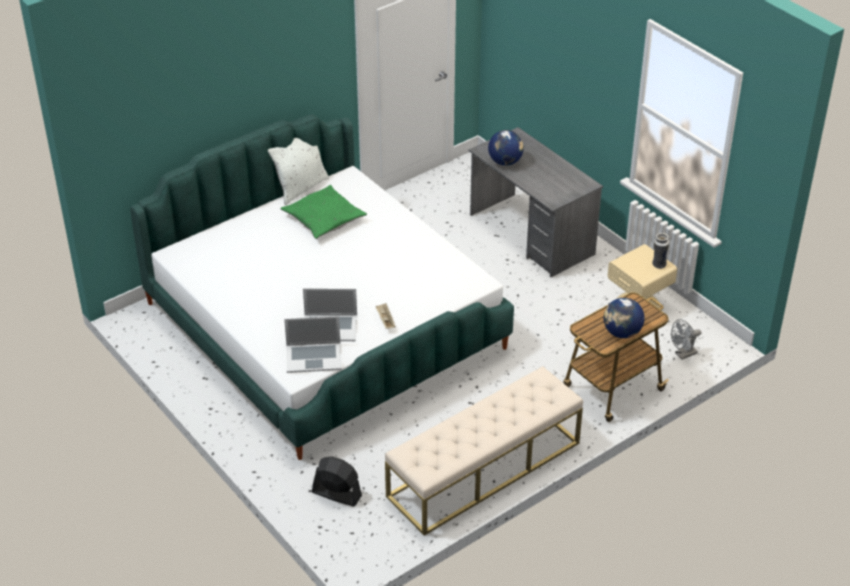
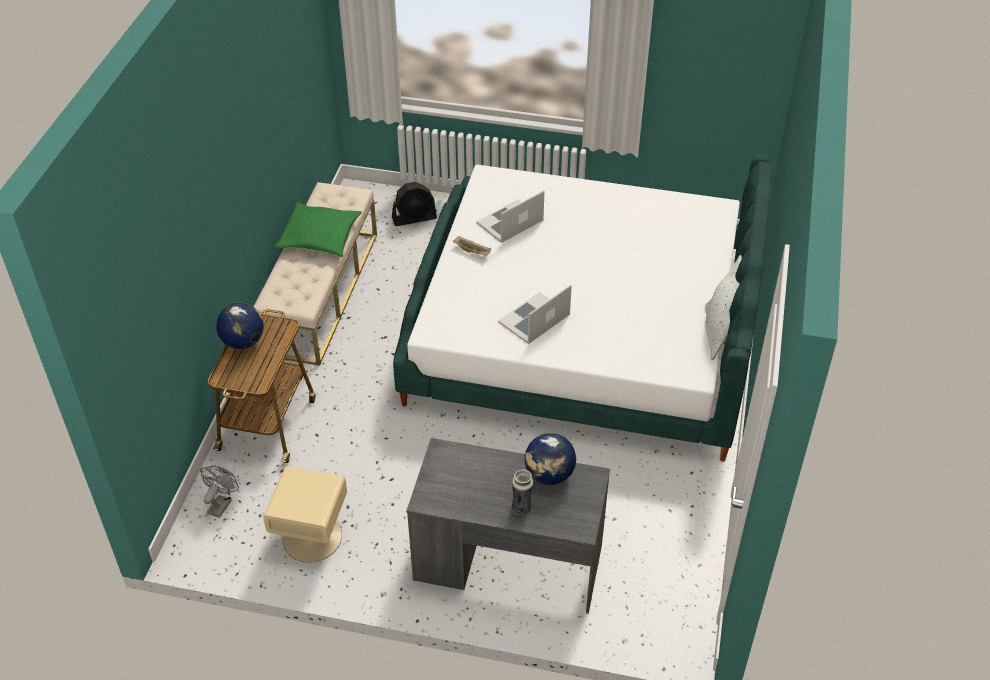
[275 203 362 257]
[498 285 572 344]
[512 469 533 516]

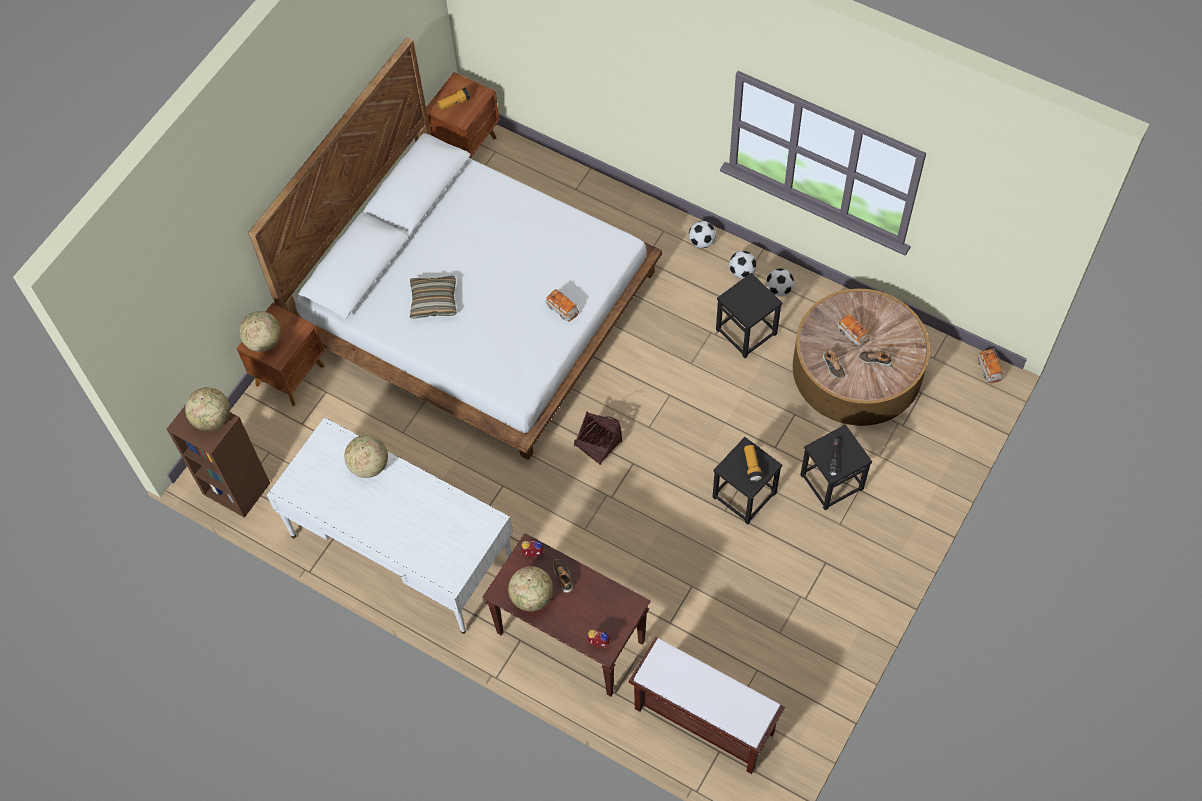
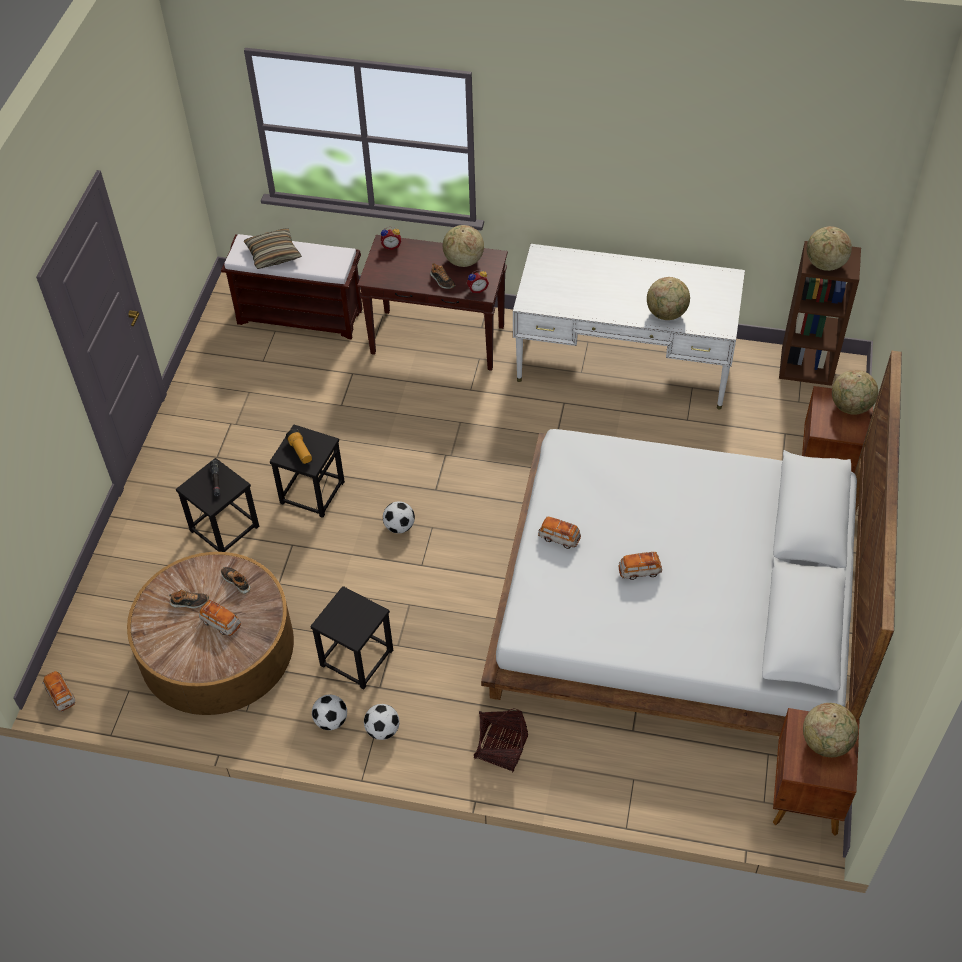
[619 552 662 580]
[244 228 302 269]
[474 708 528 772]
[383 501 415 533]
[803 703 858 757]

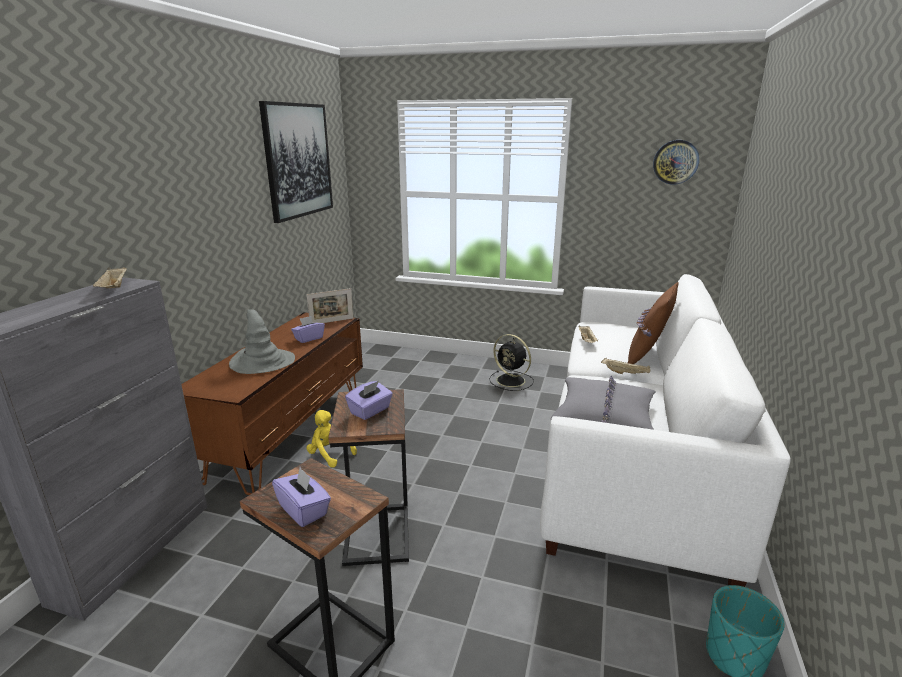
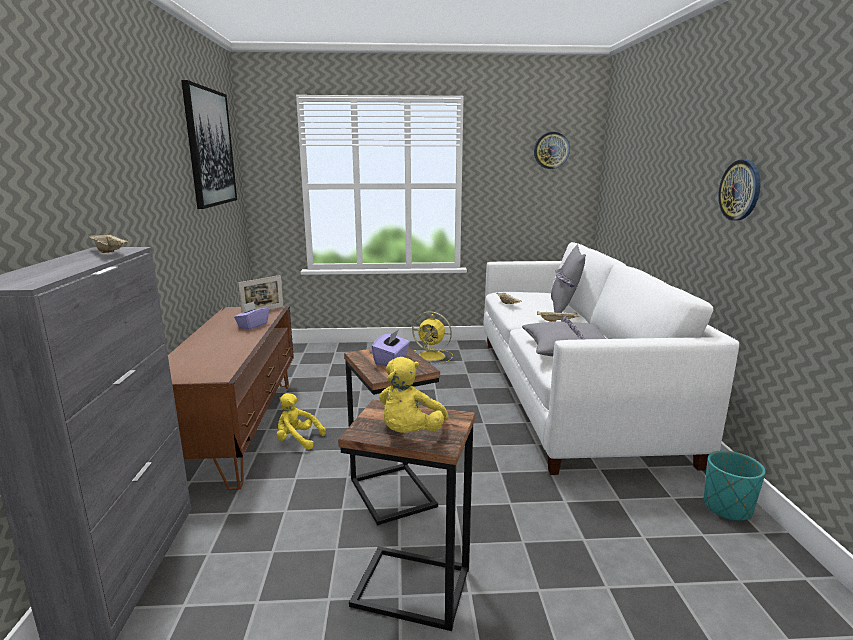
[229 309 295 374] (first image)
[718 160 761 221]
[379 357 449 433]
[412 311 453 364]
[551 244 586 313]

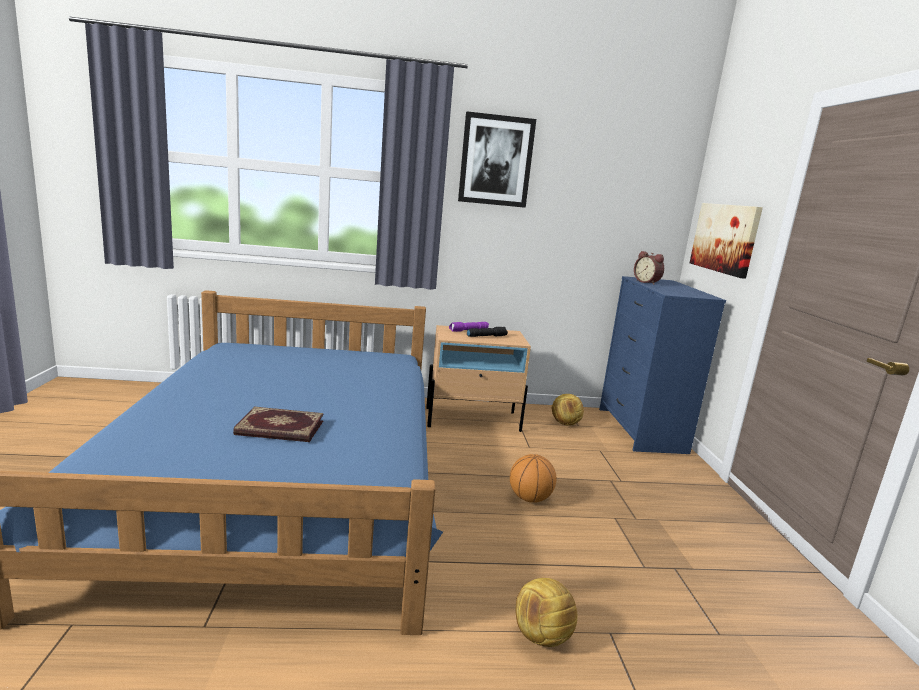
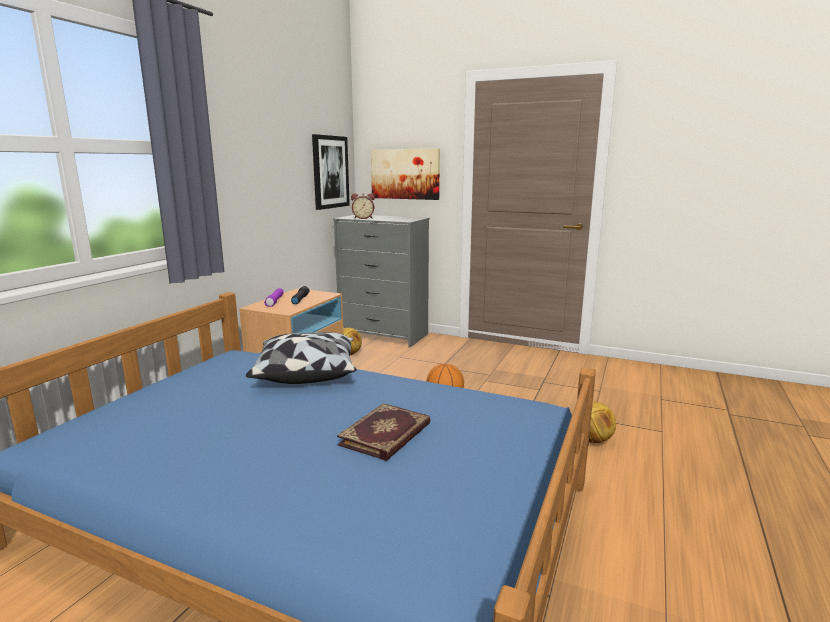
[246 332 356 384]
[312 134 350 210]
[333 215 430 348]

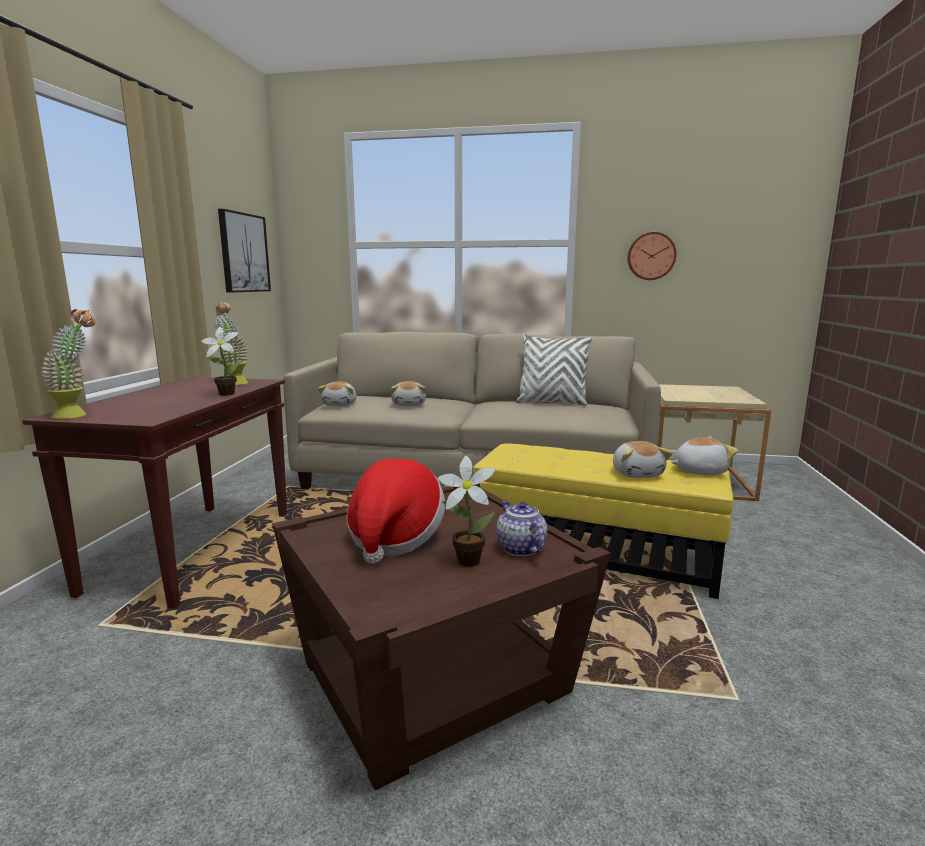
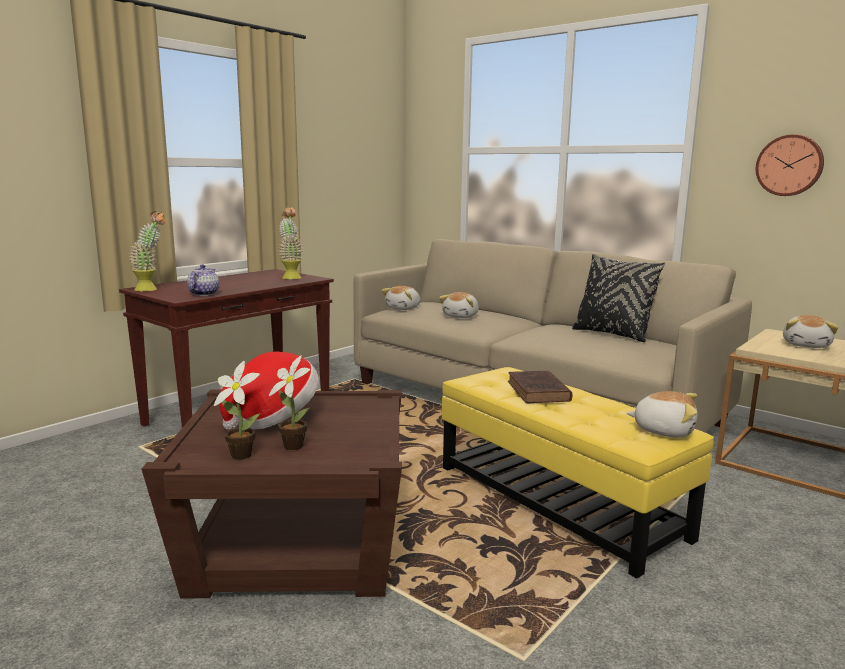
[218 209 271 293] (first image)
[508 371 572 403]
[214 361 260 460]
[187 264 219 296]
[783 315 838 348]
[572 254 665 342]

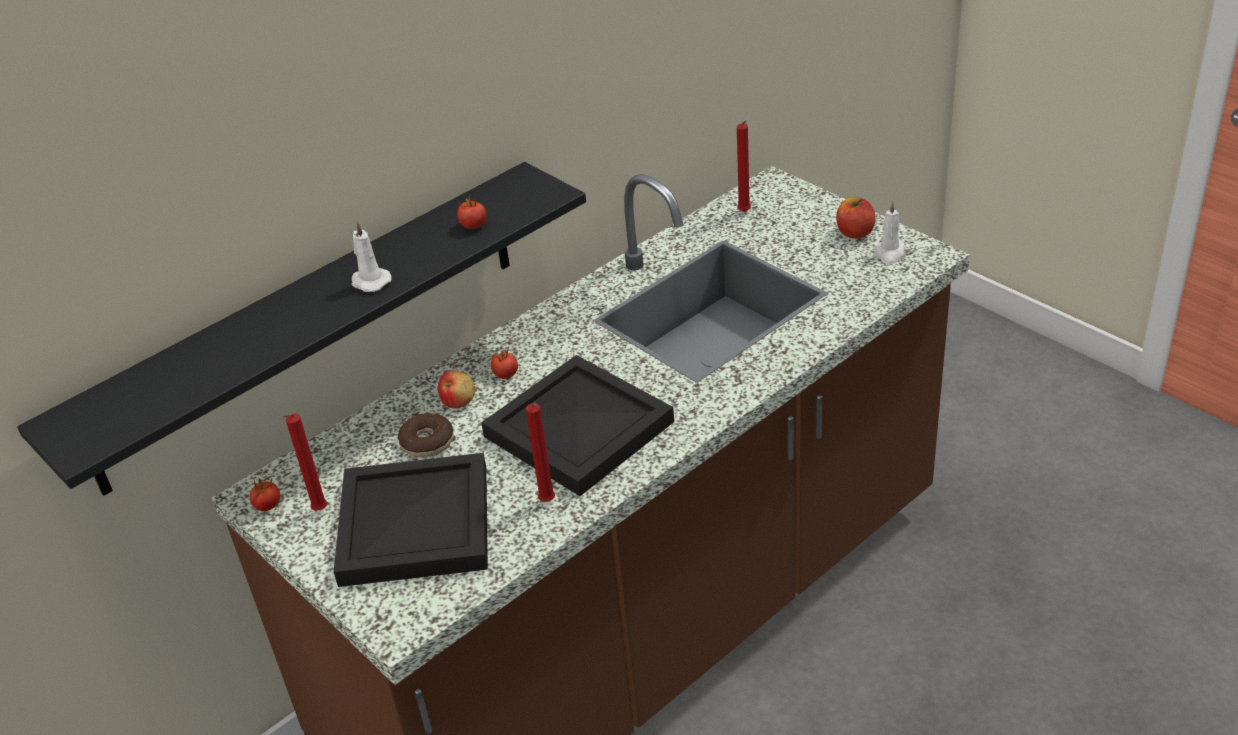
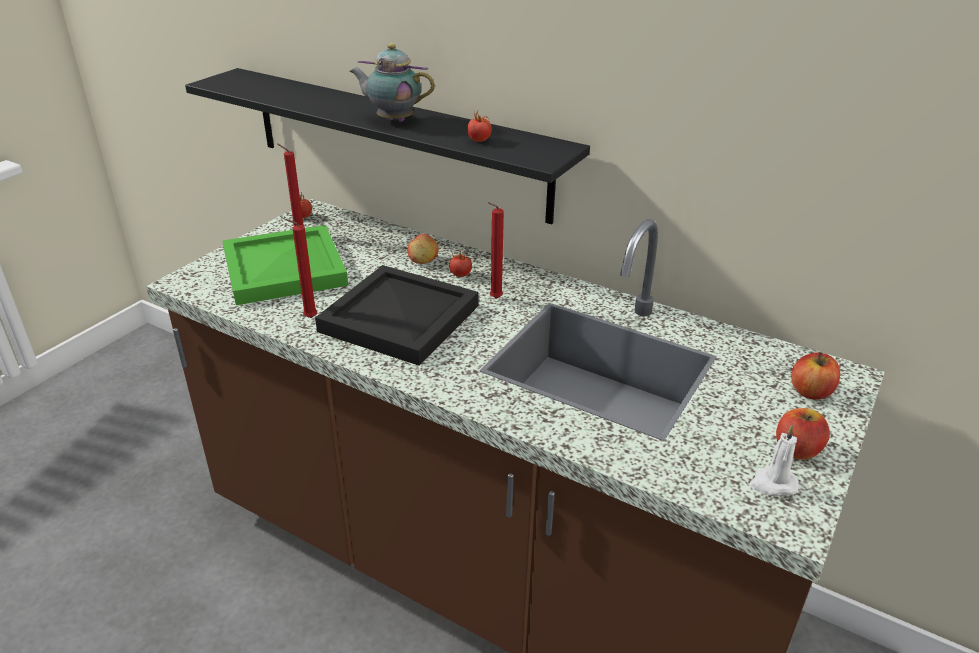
[398 413 454 457] (first image)
[791 352 840 400]
[488 202 504 299]
[350 43 435 122]
[222 225 348 305]

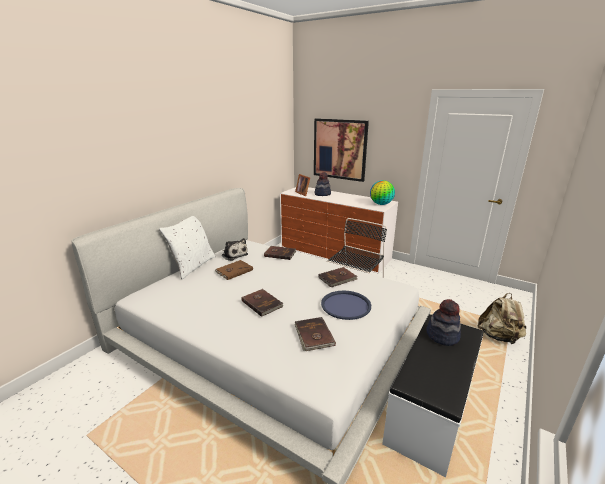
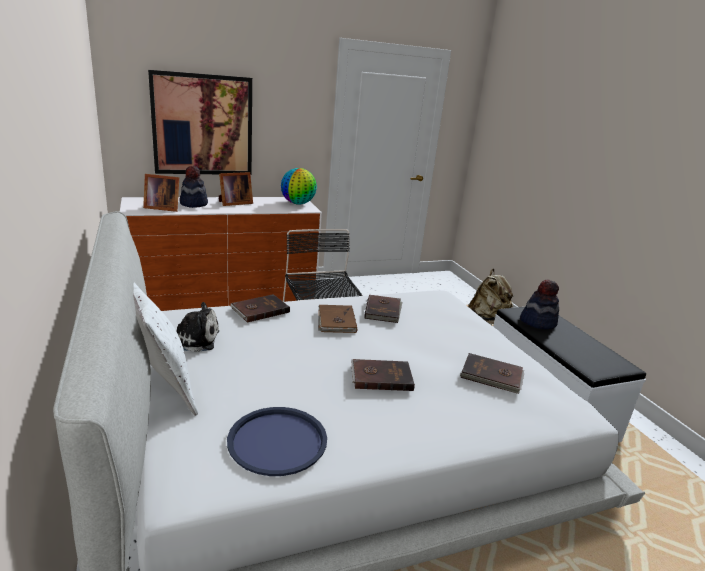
[219 172 253 206]
[318 305 357 333]
[227 407 327 476]

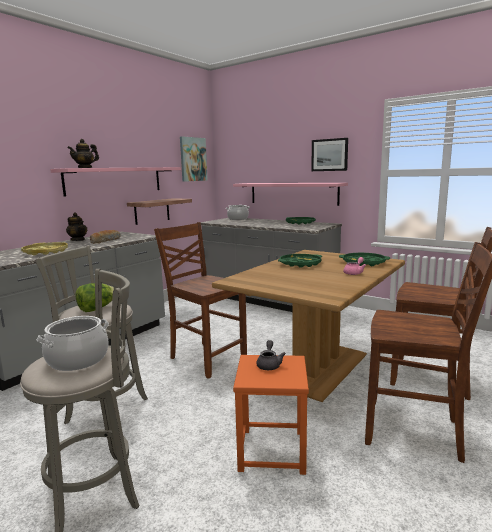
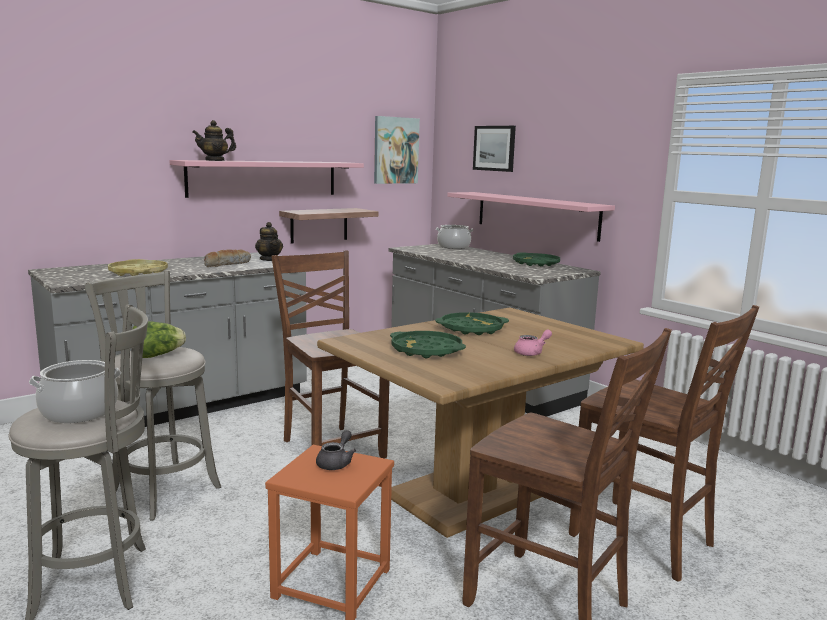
[255 222 283 261]
[473 126 516 172]
[390 331 466 359]

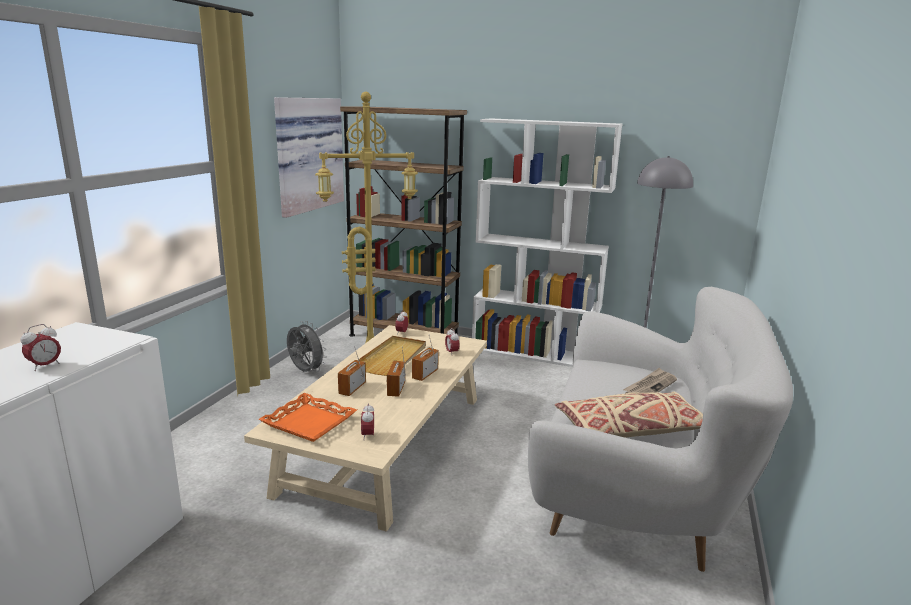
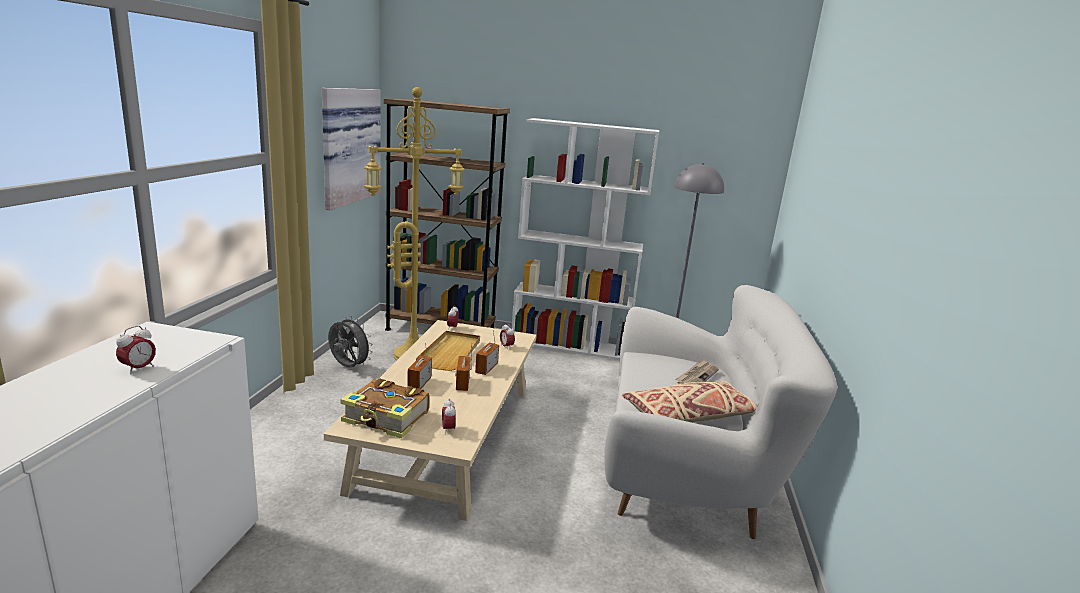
[340 378 430 438]

